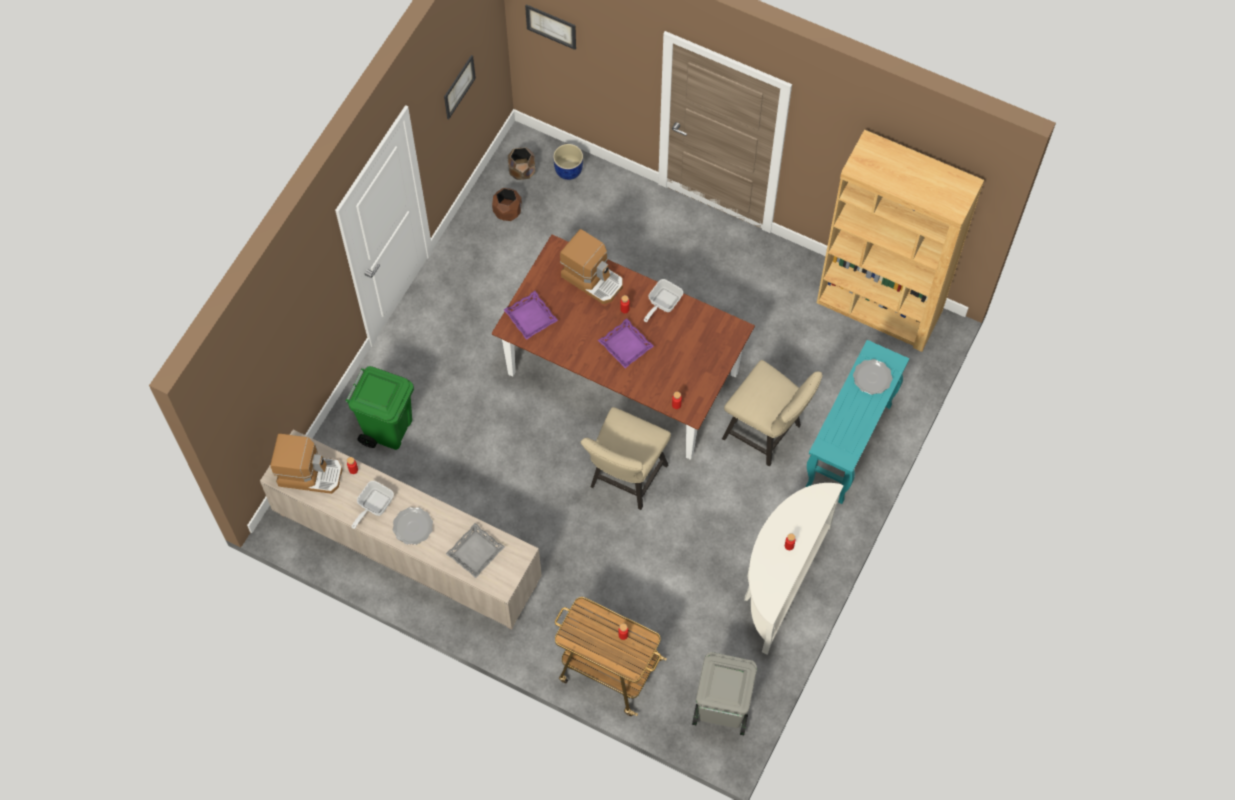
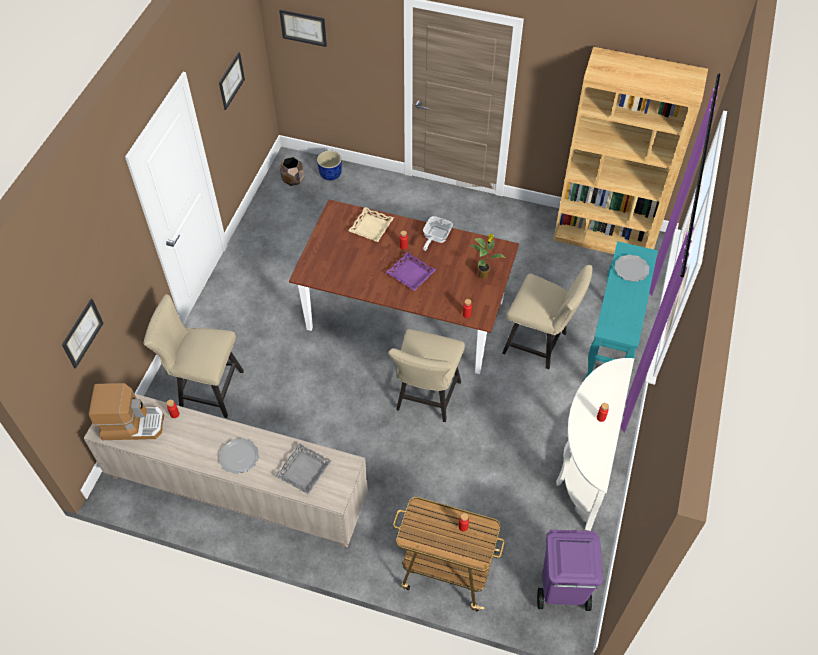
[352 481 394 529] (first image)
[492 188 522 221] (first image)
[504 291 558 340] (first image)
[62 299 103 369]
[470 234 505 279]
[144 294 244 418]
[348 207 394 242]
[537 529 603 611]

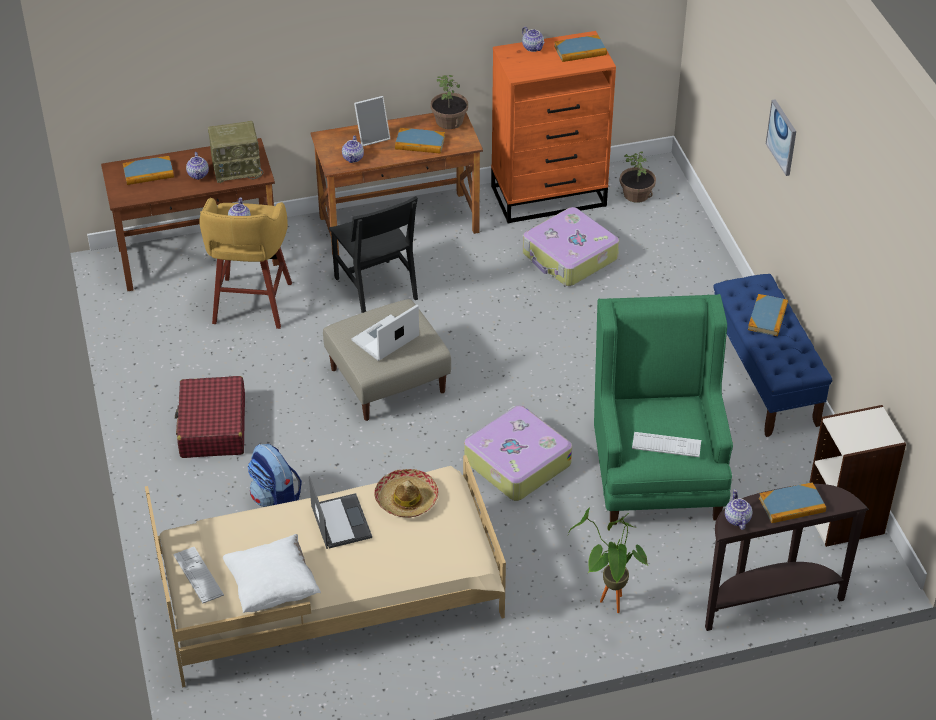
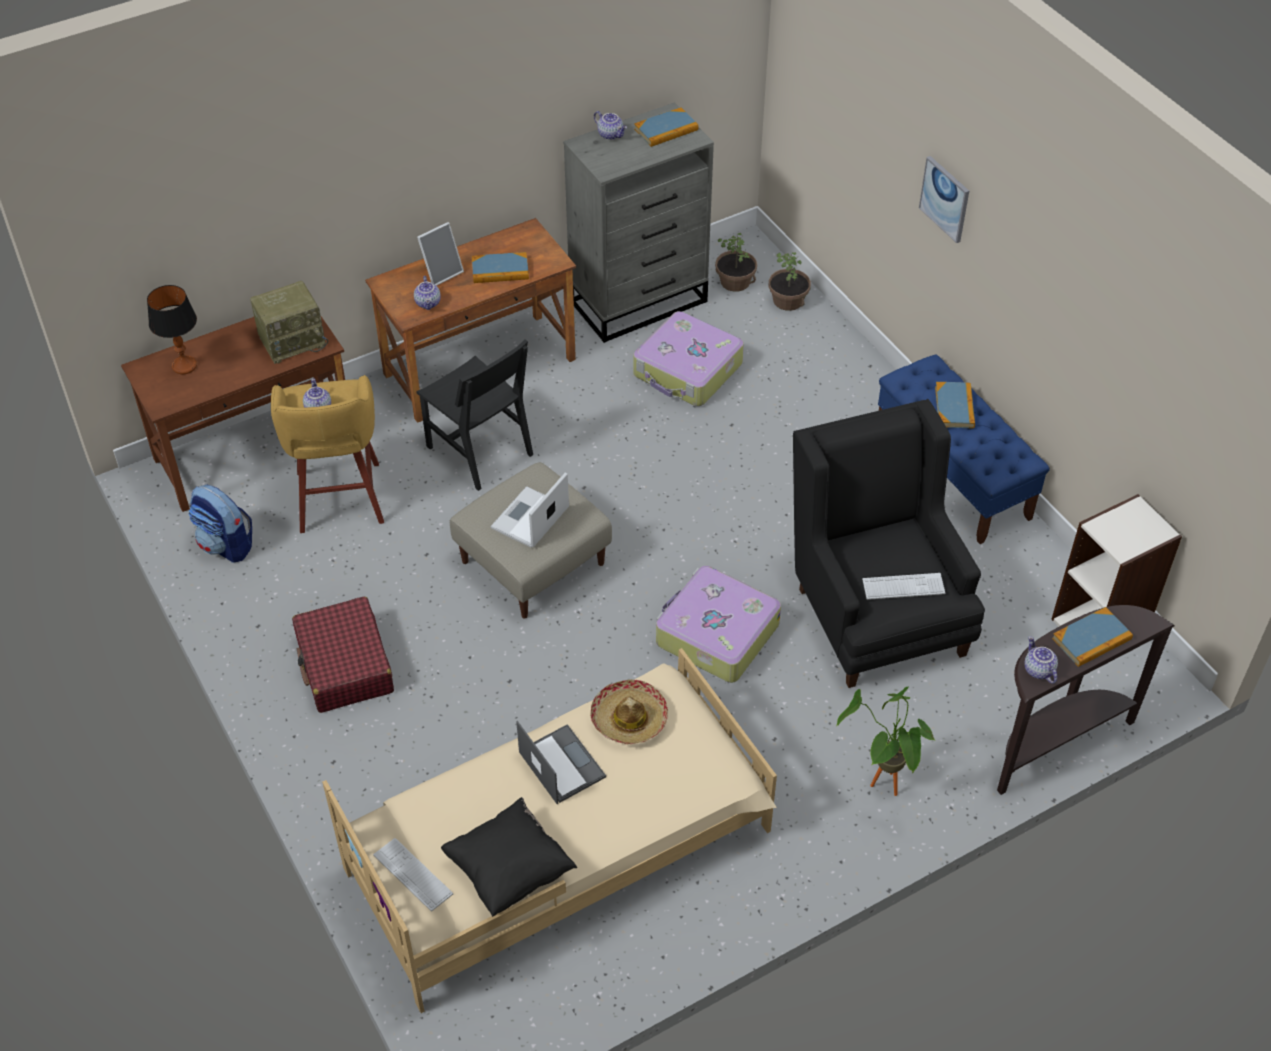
[186 152 209 180] (first image)
[188 484 252 563]
[769 252 811 311]
[147 285 197 374]
[441 797 577 917]
[563 103 714 343]
[793 399 985 688]

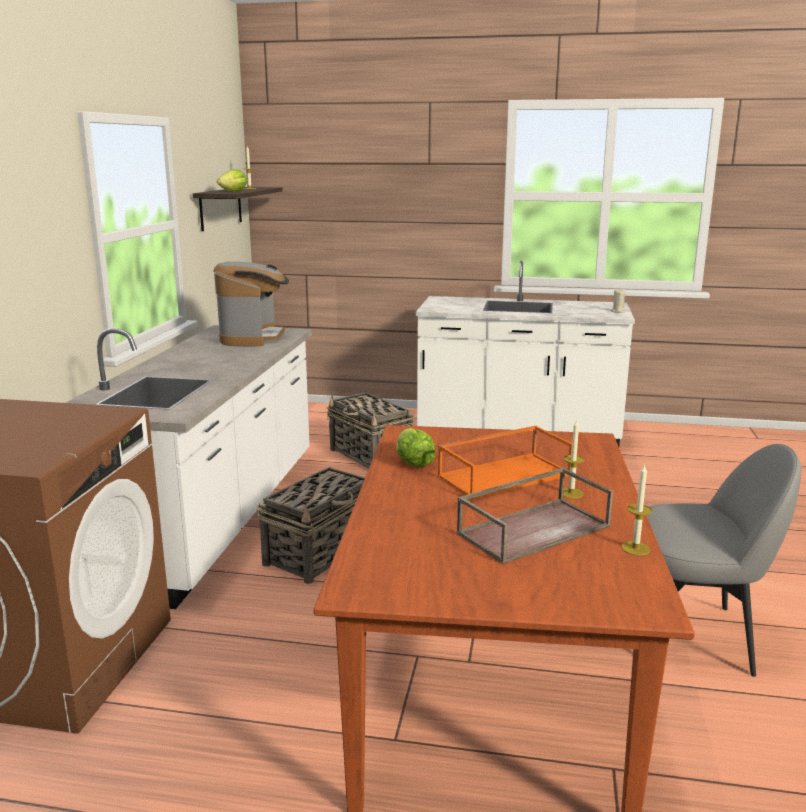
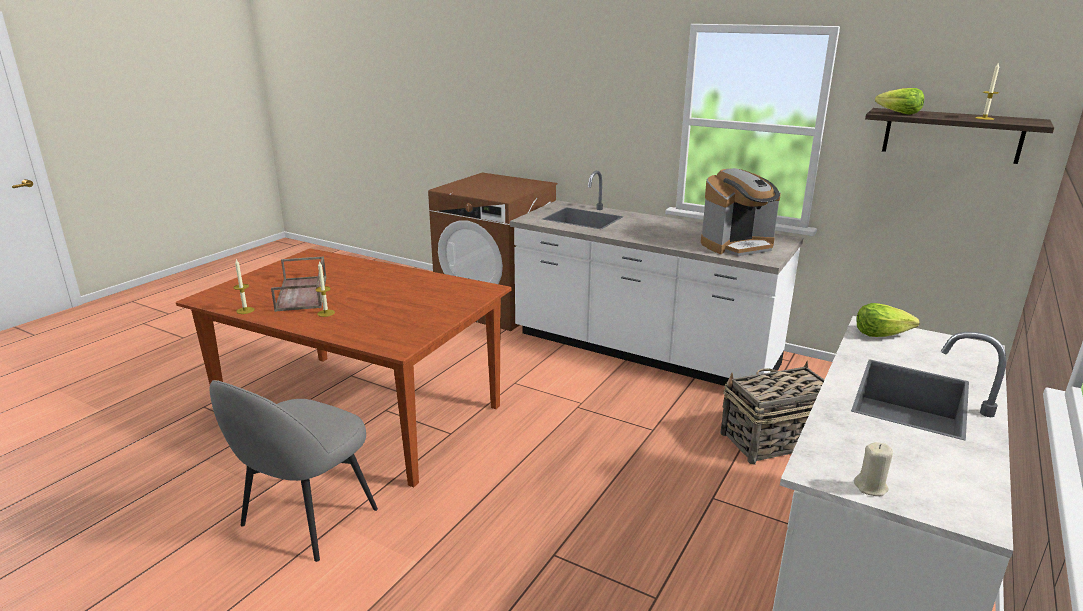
[257 467 365 584] (first image)
[438 426 572 500] (first image)
[856 303 920 337]
[701 168 781 256]

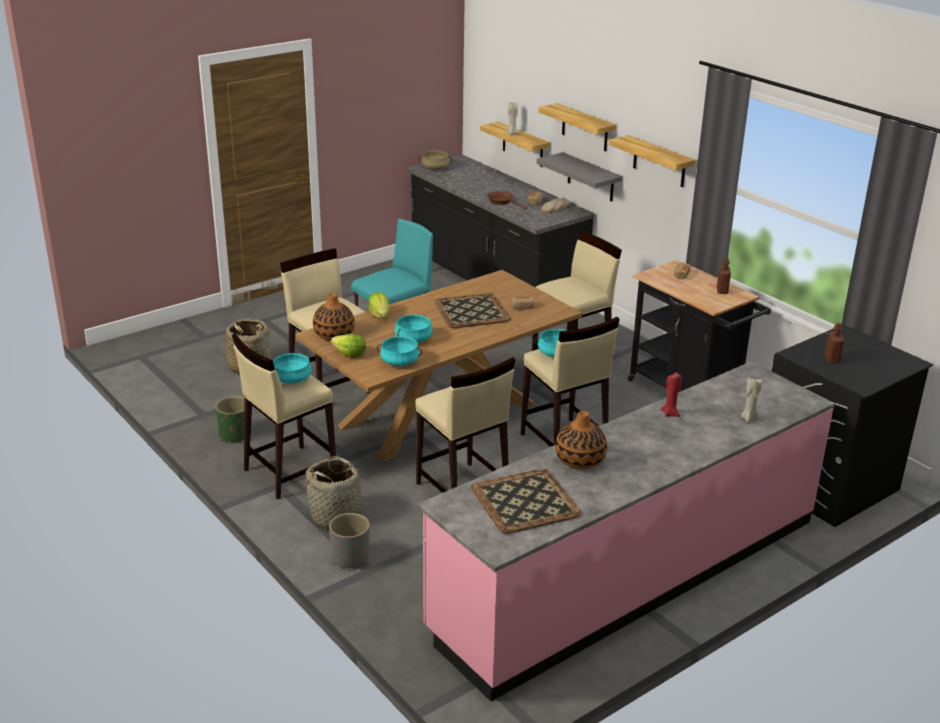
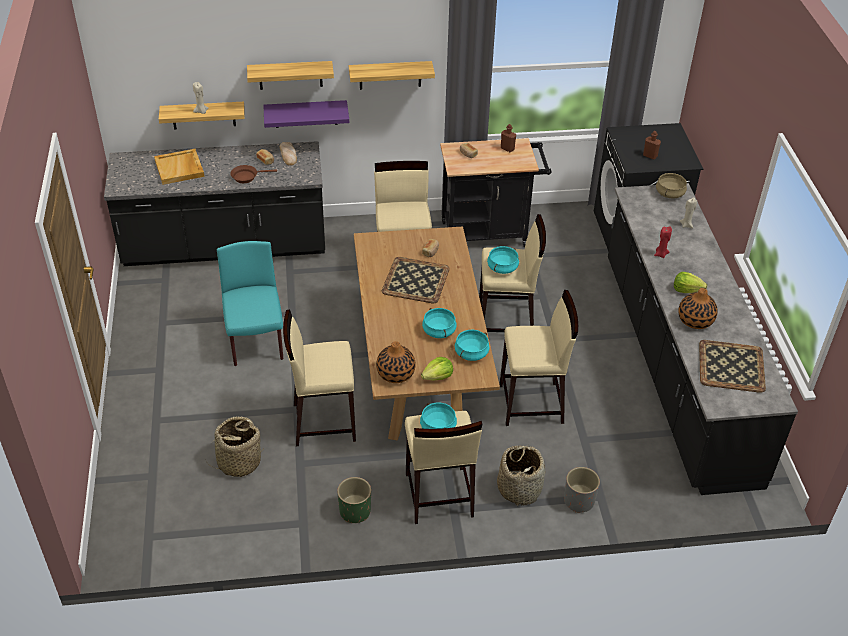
[154 149 204 185]
[674 272 707 293]
[656 173 687 199]
[608 183 798 495]
[263 100 349 128]

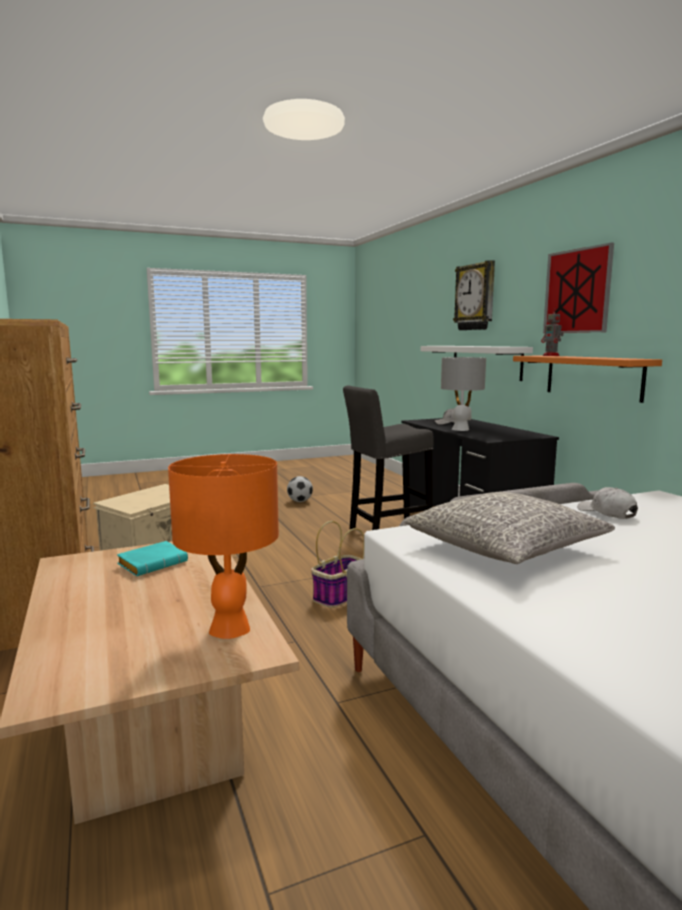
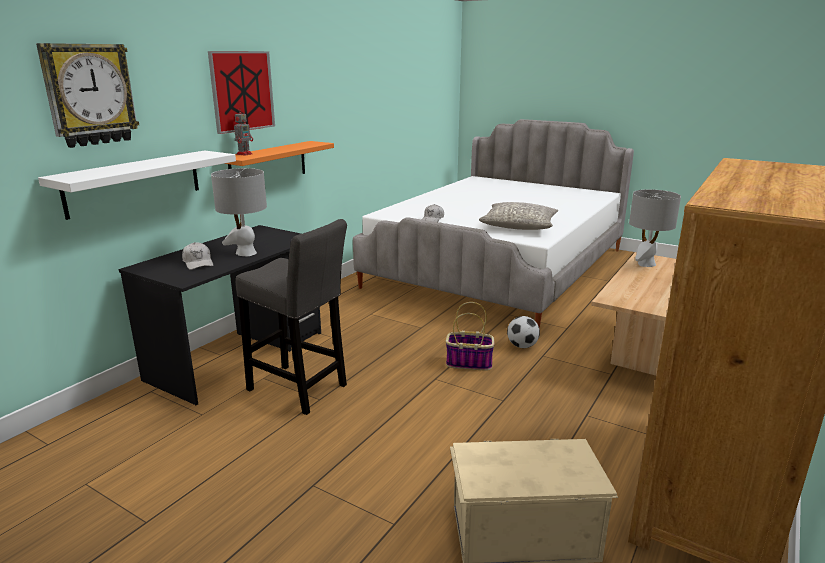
[117 541 188 576] (first image)
[507 316 540 348]
[629 189 681 267]

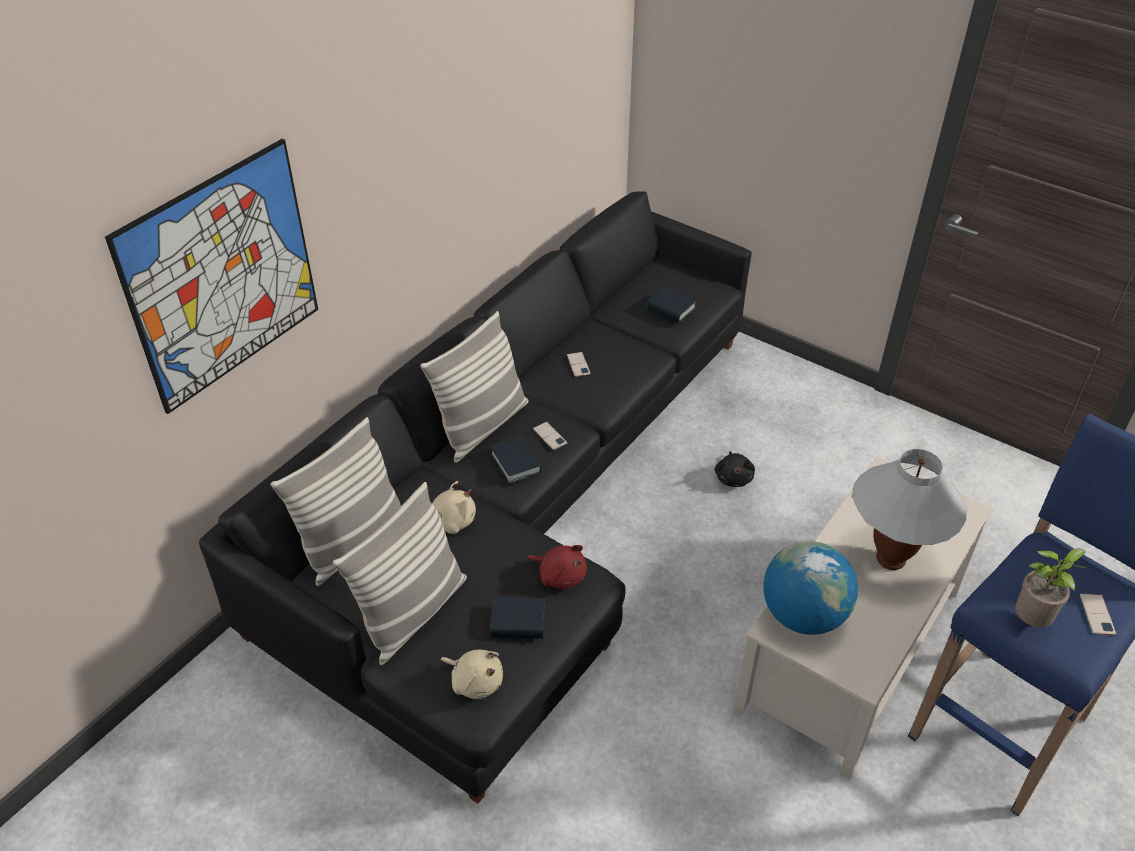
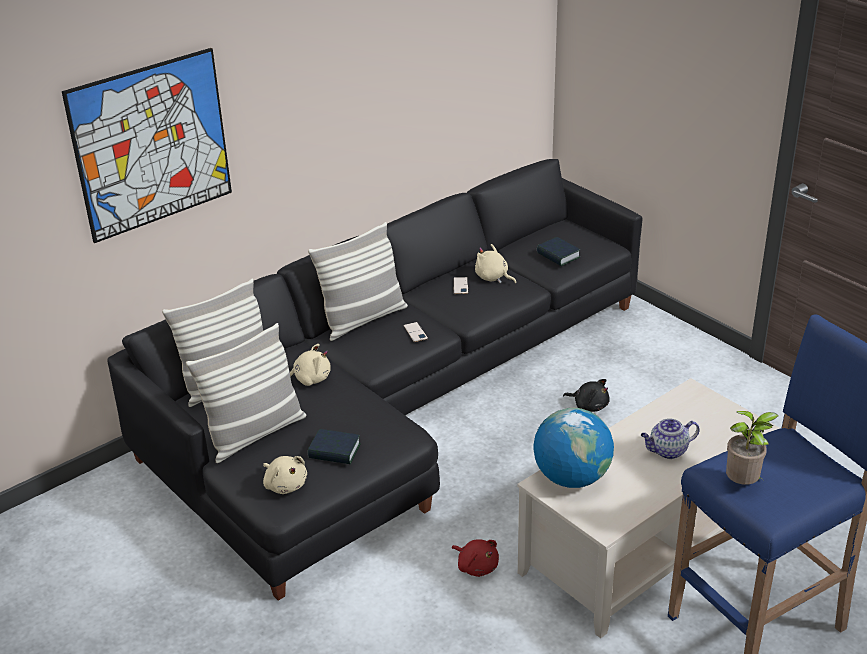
[491 436 542 484] (first image)
[1079 594 1116 635] (first image)
[475 244 516 284]
[452 539 499 577]
[641 418 700 459]
[563 379 610 412]

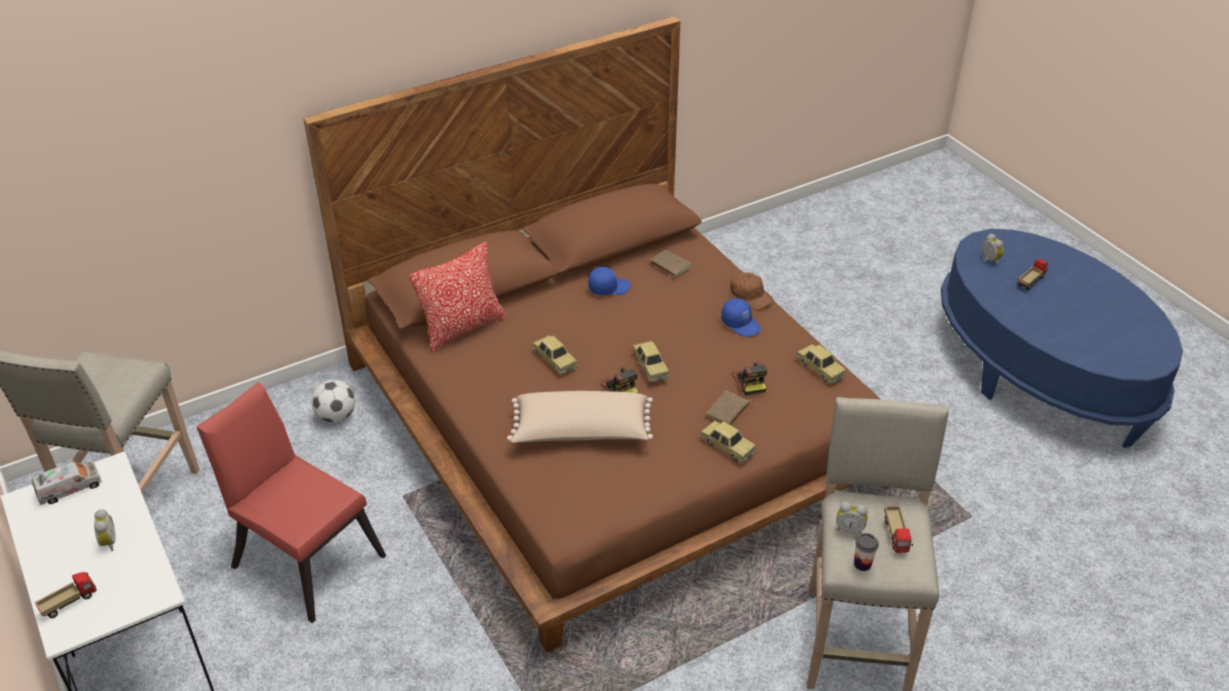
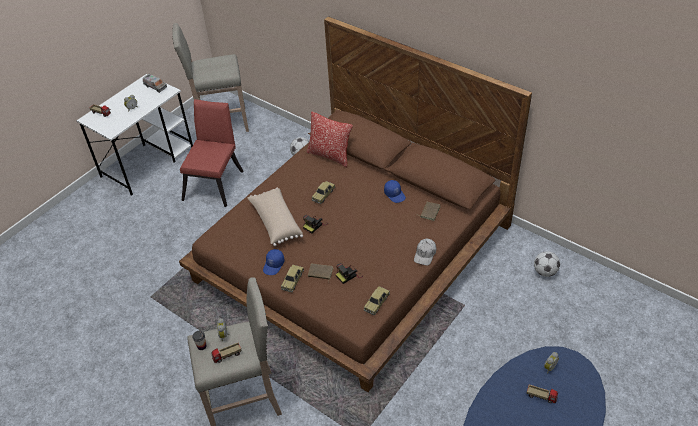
[633 341 669 382] (first image)
[534 251 560 277]
[263 249 285 275]
[414 239 436 266]

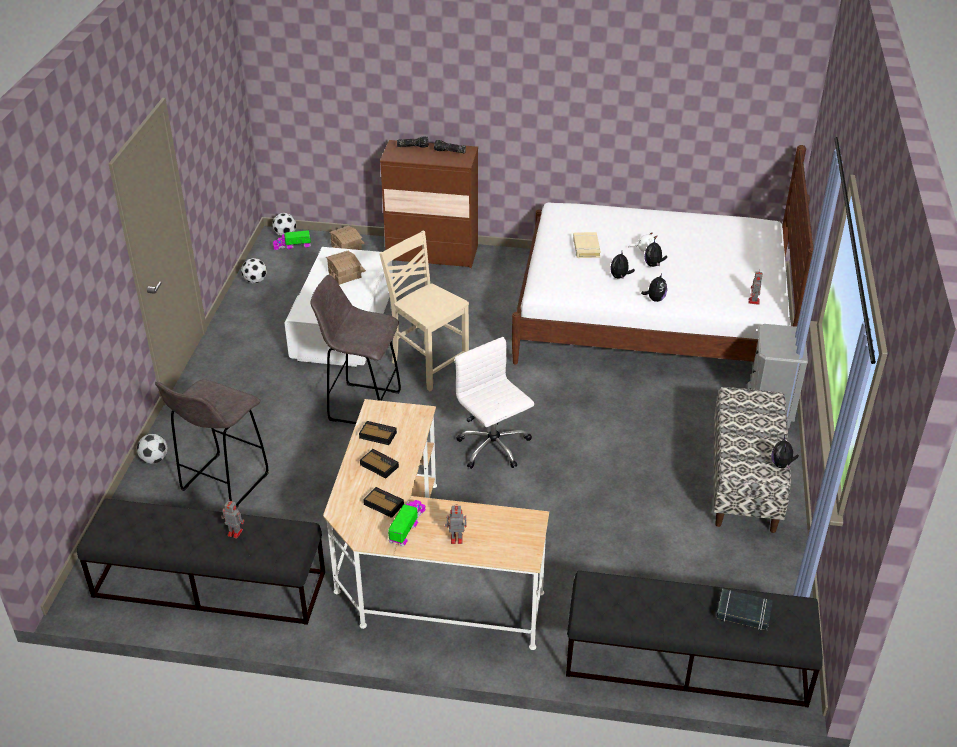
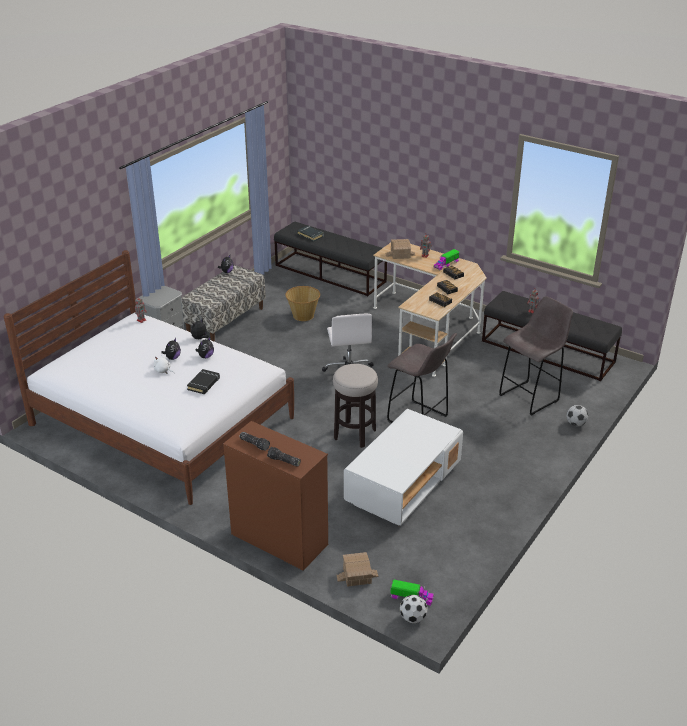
[241 258 267 283] (first image)
[285 286 320 321]
[386 239 415 259]
[333 364 378 448]
[187 369 220 394]

